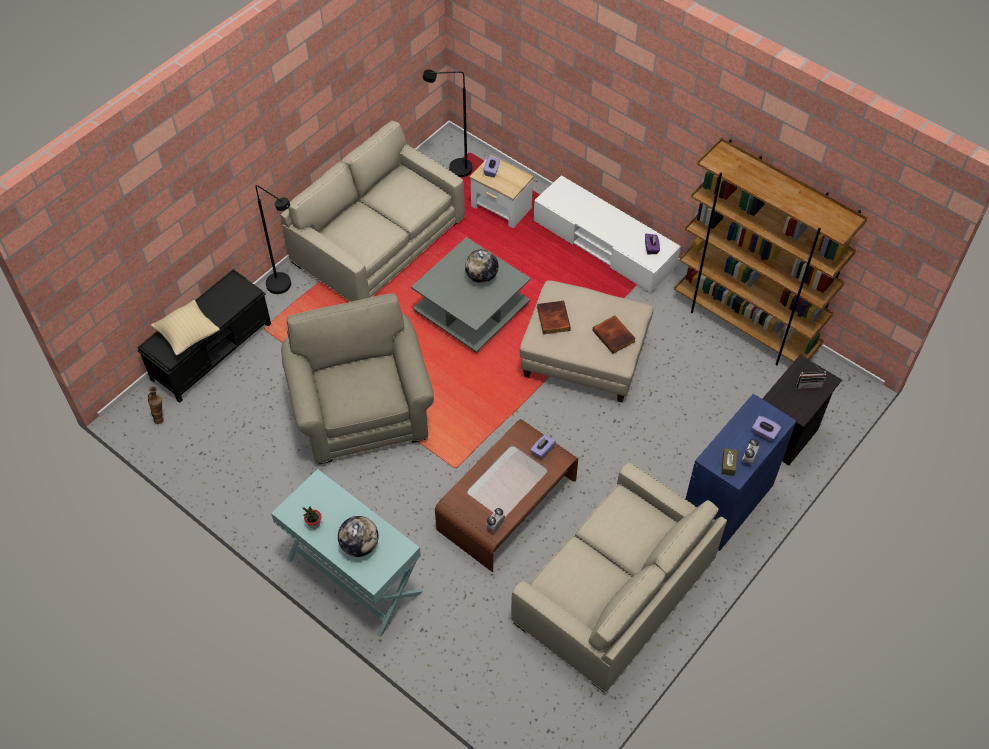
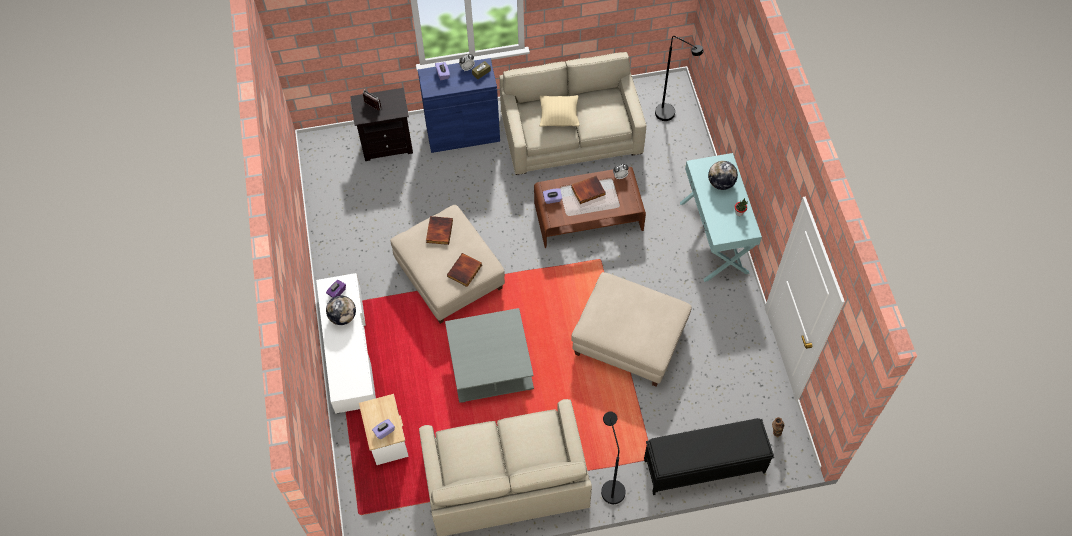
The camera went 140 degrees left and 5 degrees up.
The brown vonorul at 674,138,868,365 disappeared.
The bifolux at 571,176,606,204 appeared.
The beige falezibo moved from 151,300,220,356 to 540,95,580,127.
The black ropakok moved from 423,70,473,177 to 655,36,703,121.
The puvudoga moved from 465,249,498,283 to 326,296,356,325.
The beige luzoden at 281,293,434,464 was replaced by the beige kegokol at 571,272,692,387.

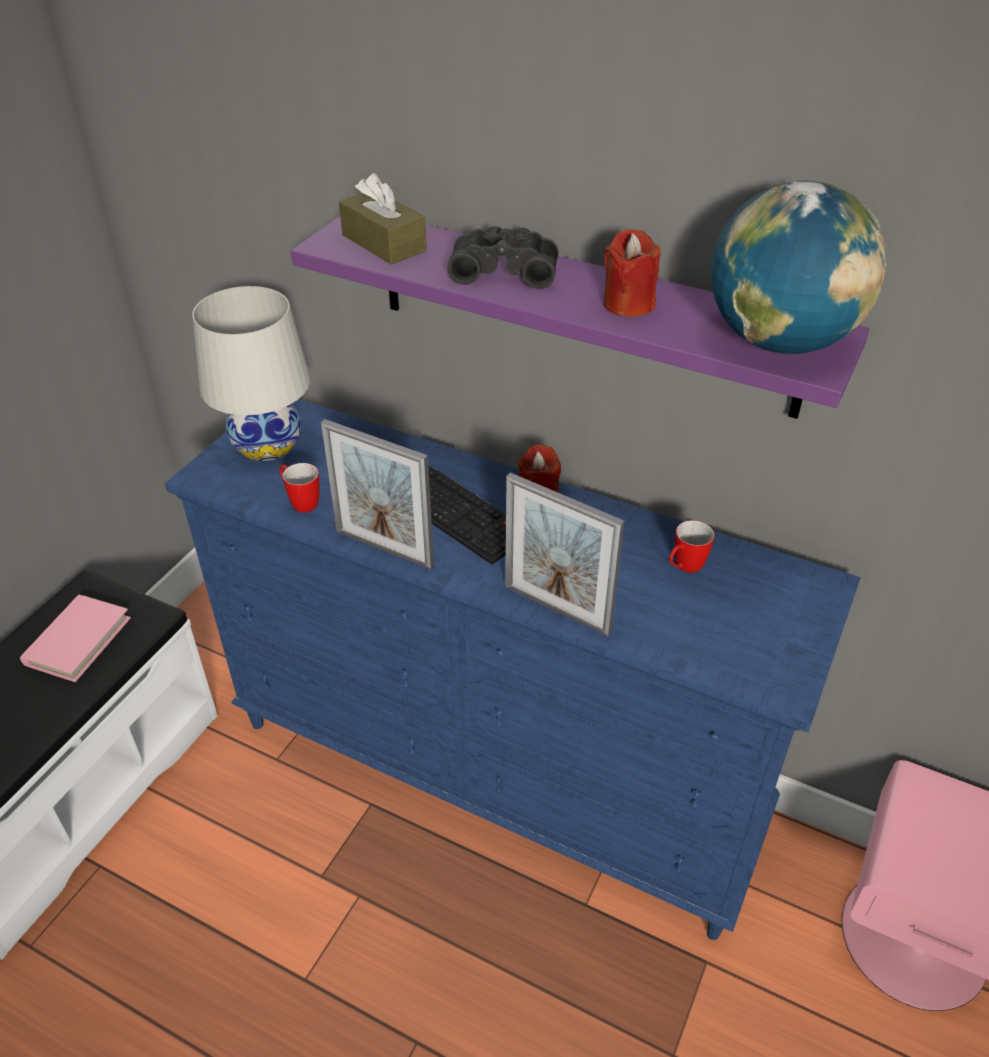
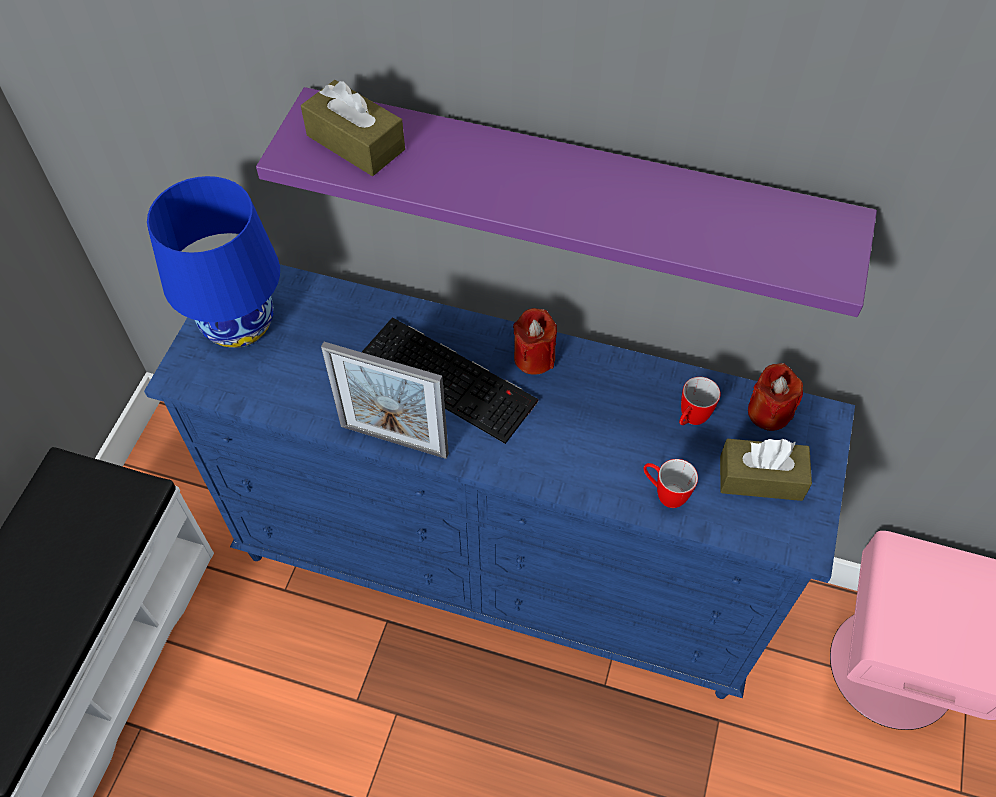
The camera went 10 degrees left and 15 degrees up.
The pink bifolux at 20,595,131,682 disappeared.
The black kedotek at 447,226,559,289 disappeared.
The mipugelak at 505,473,625,636 disappeared.
The puvudoga at 711,181,886,354 disappeared.
The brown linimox at 720,439,812,501 appeared.
The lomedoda moved from 280,463,319,513 to 644,459,698,508.
The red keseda moved from 604,229,660,317 to 748,363,803,431.
The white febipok at 192,286,310,461 became the blue febipok at 147,176,280,348.

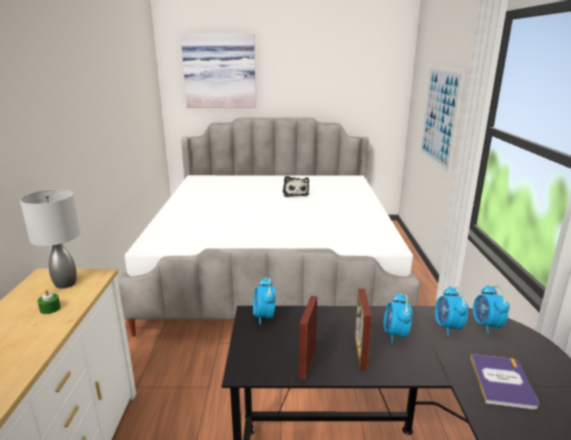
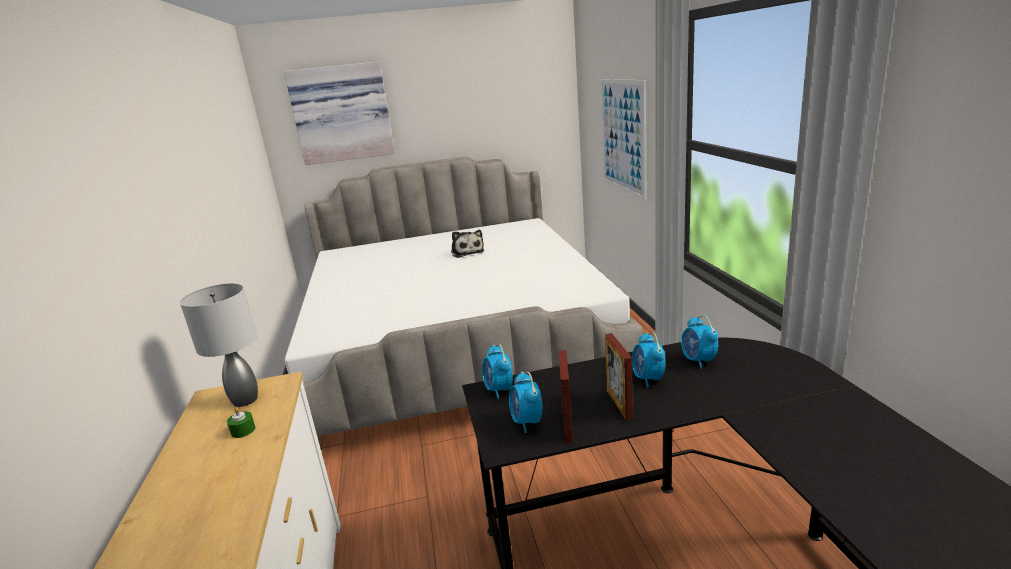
The camera went 10 degrees left and 0 degrees up.
The bifolux at 470,354,539,410 disappeared.
The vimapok moved from 473,285,510,334 to 509,371,542,433.

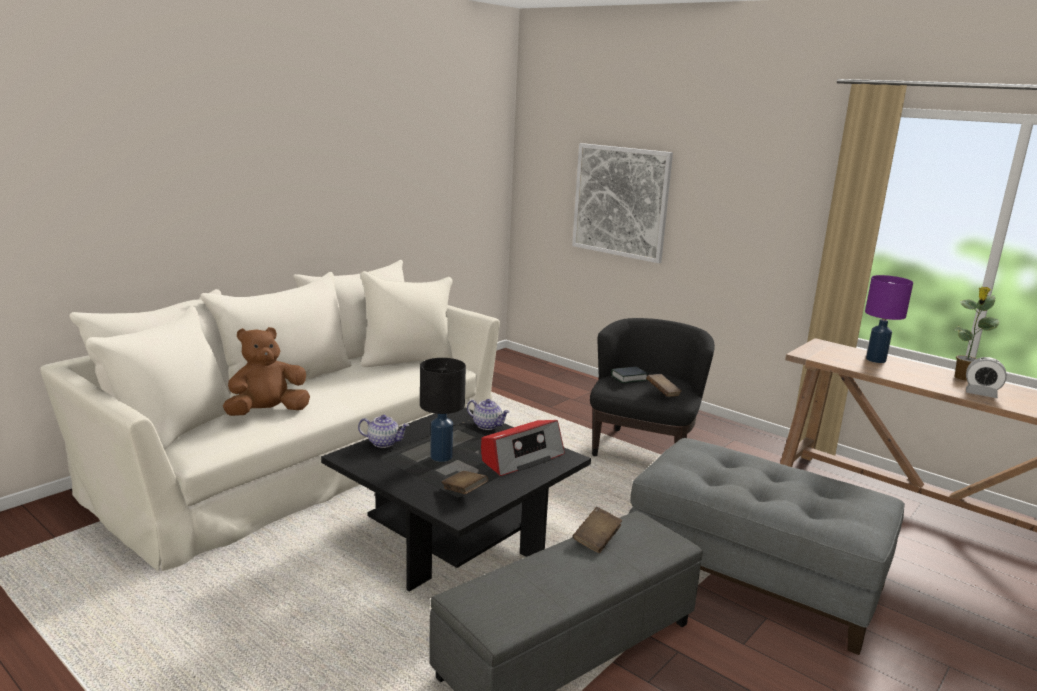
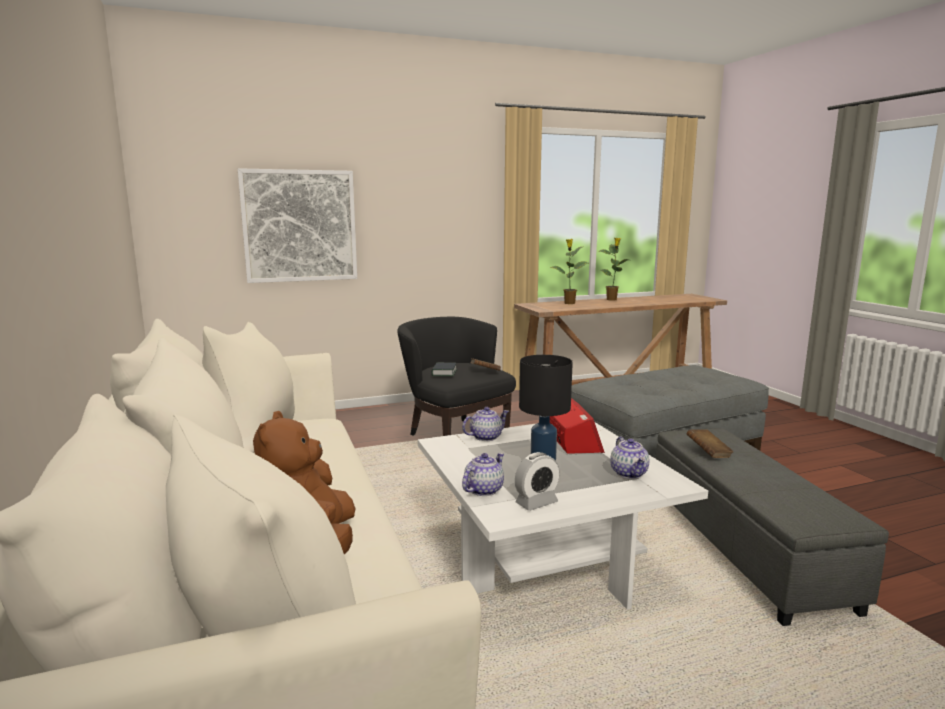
The camera went 60 degrees left and 5 degrees down.
The vimapok moved from 966,357,1007,398 to 515,452,560,511.
The brown bifolux at 442,471,488,494 was replaced by the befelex at 610,437,649,479.
The purple febipok at 865,275,913,363 was replaced by the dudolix at 549,239,589,304.
The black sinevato at 321,407,591,592 became the white sinevato at 418,423,708,609.

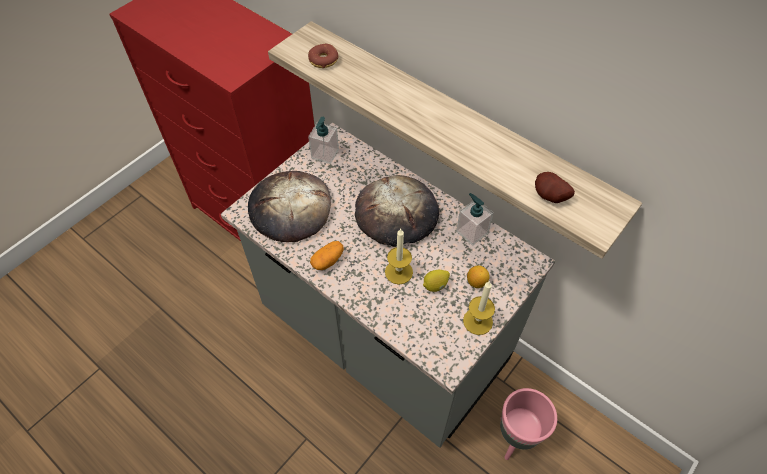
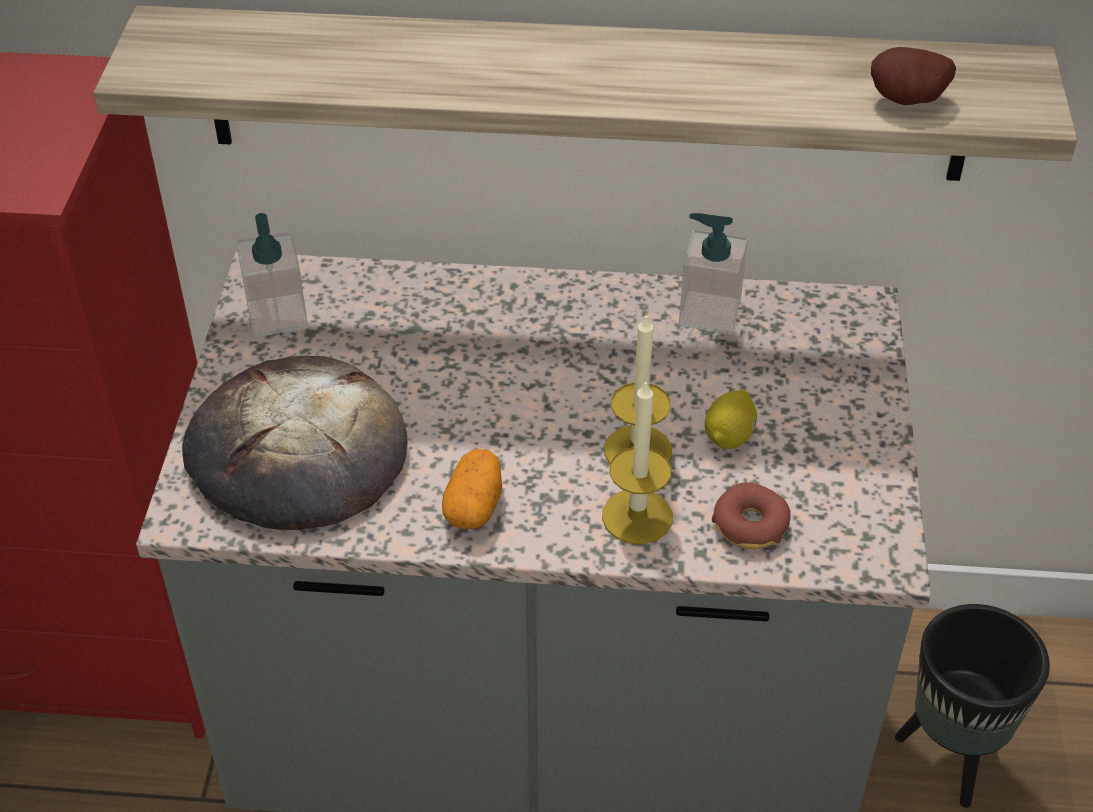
The camera went 35 degrees left and 10 degrees down.
The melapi at 355,175,439,247 disappeared.
The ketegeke at 467,265,490,288 disappeared.
The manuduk moved from 308,44,338,68 to 712,482,790,550.
The keseda moved from 463,281,495,335 to 602,379,673,544.
The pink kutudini at 500,388,557,460 became the black kutudini at 895,604,1050,808.

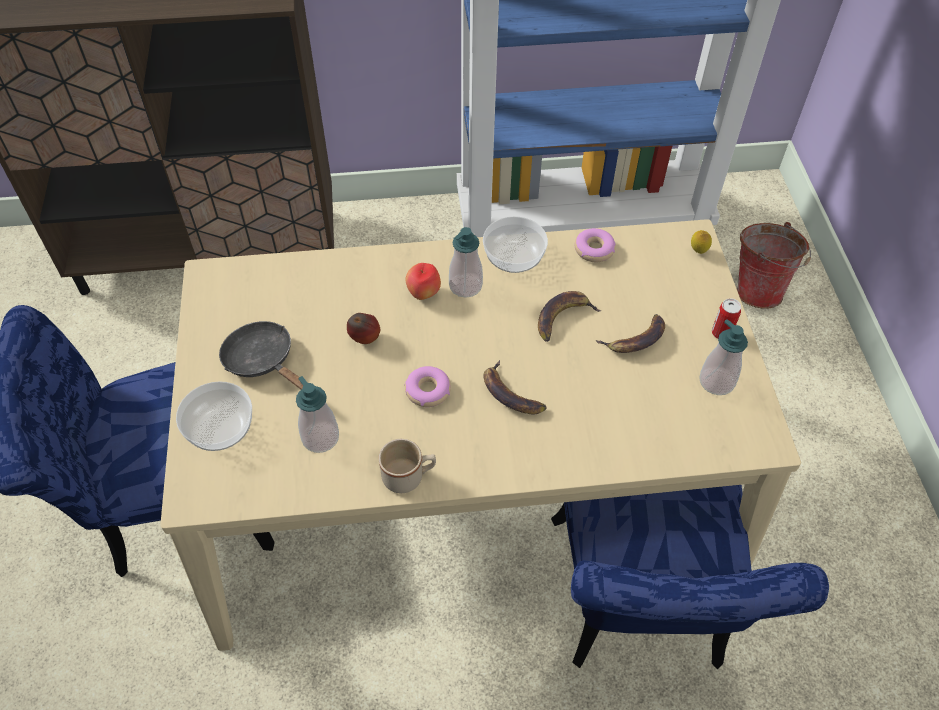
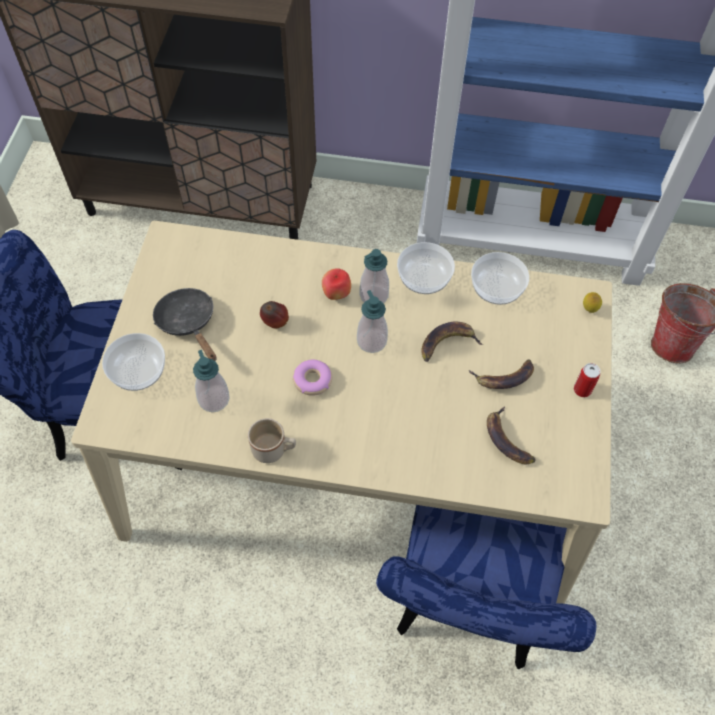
The camera went 15 degrees right and 5 degrees up.
The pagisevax moved from 483,360,547,414 to 487,406,536,464.
The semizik moved from 699,319,748,395 to 357,290,388,353.
The manuduk at 575,228,616,262 was replaced by the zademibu at 471,252,529,305.

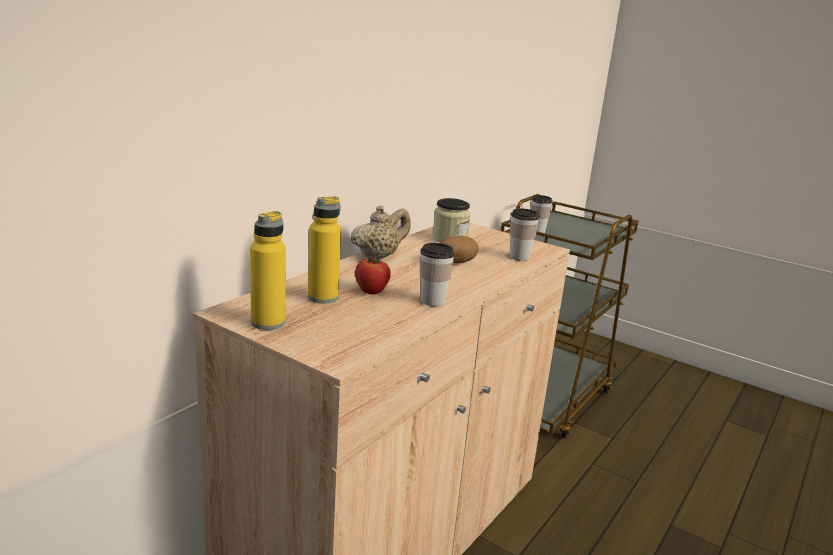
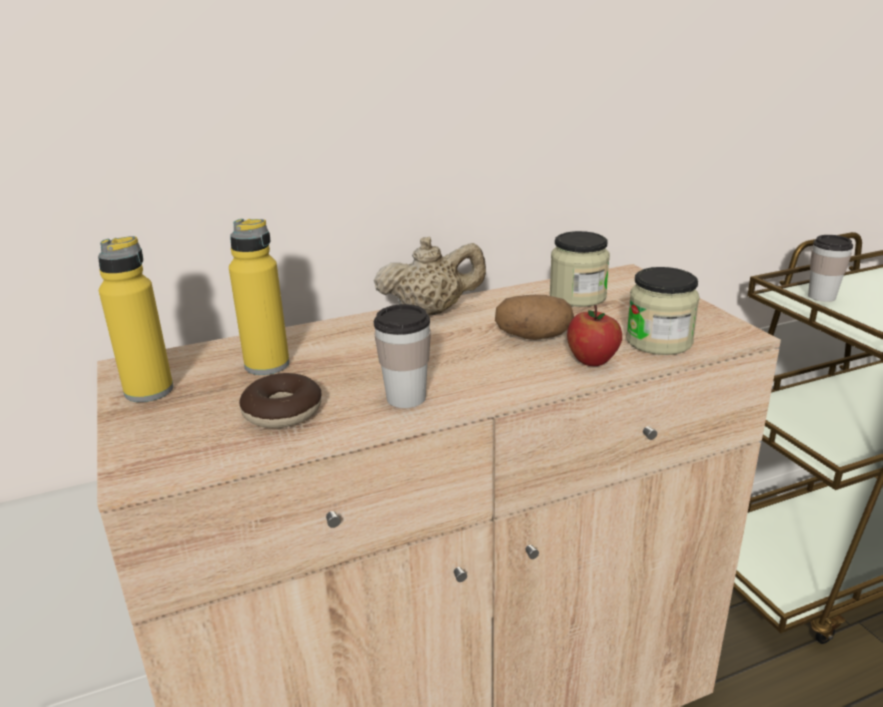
The camera went 35 degrees right and 5 degrees up.
The manuduk at 239,373,322,428 appeared.
The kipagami moved from 355,254,391,294 to 567,305,622,366.
The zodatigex at 510,209,540,261 was replaced by the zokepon at 626,267,700,355.

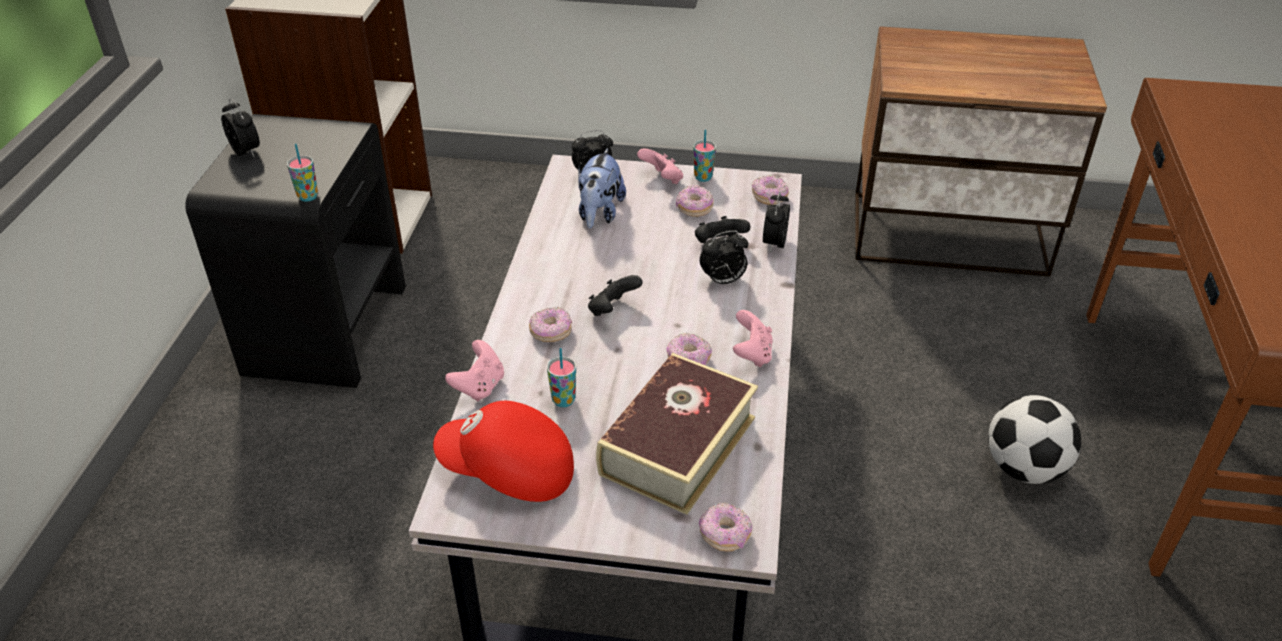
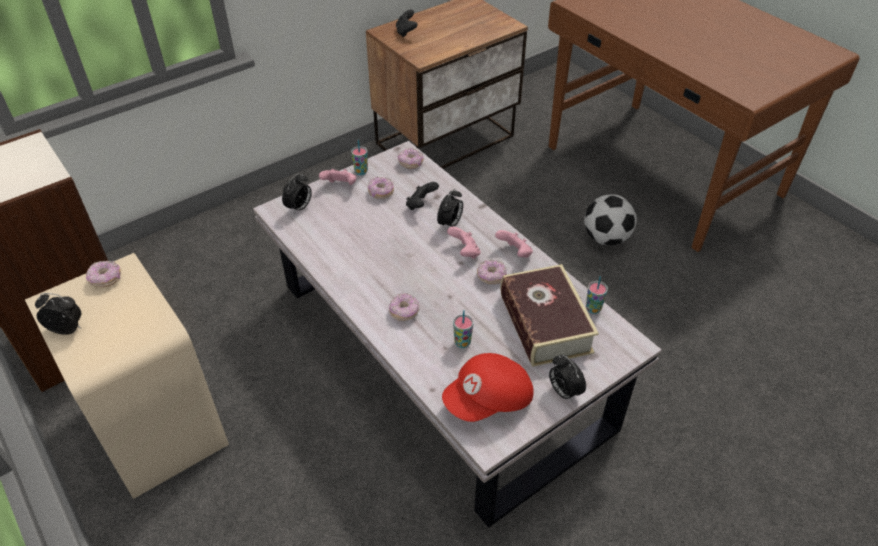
The camera went 45 degrees left and 5 degrees up.
The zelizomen at 578,148,626,228 disappeared.
The zodatigex moved from 287,144,318,202 to 586,276,608,314.
The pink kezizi moved from 445,340,504,401 to 447,227,480,259.
The black kezizi moved from 588,275,642,316 to 396,9,418,37.
The manuduk moved from 699,502,752,552 to 86,261,121,287.
The vimapok moved from 763,191,790,253 to 549,355,586,402.
The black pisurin at 185,114,406,388 became the beige pisurin at 25,253,229,499.

